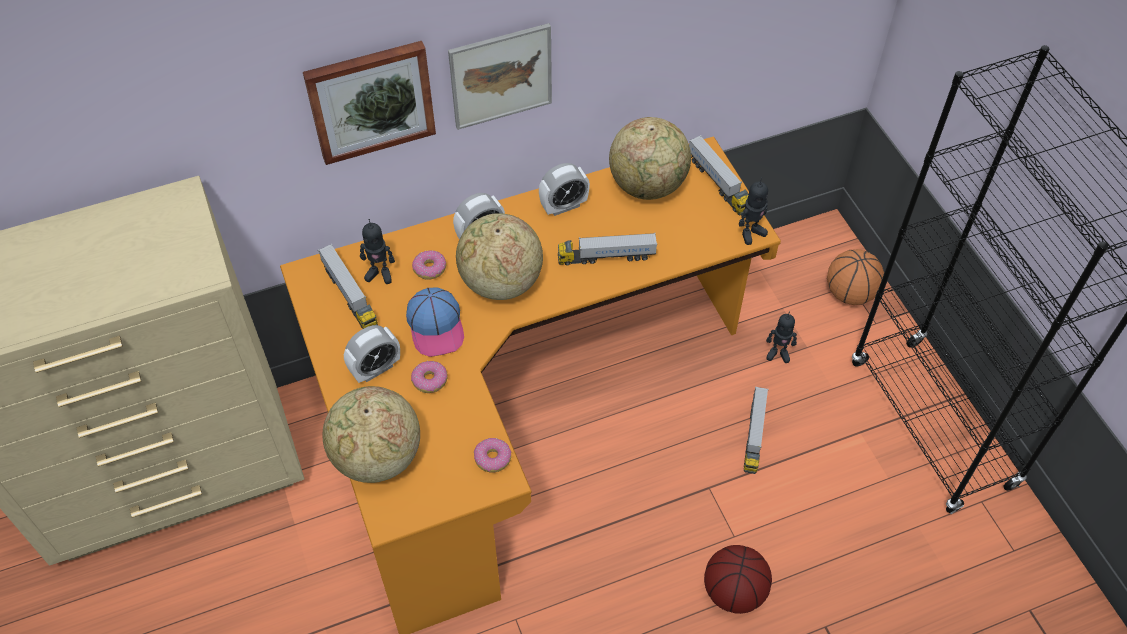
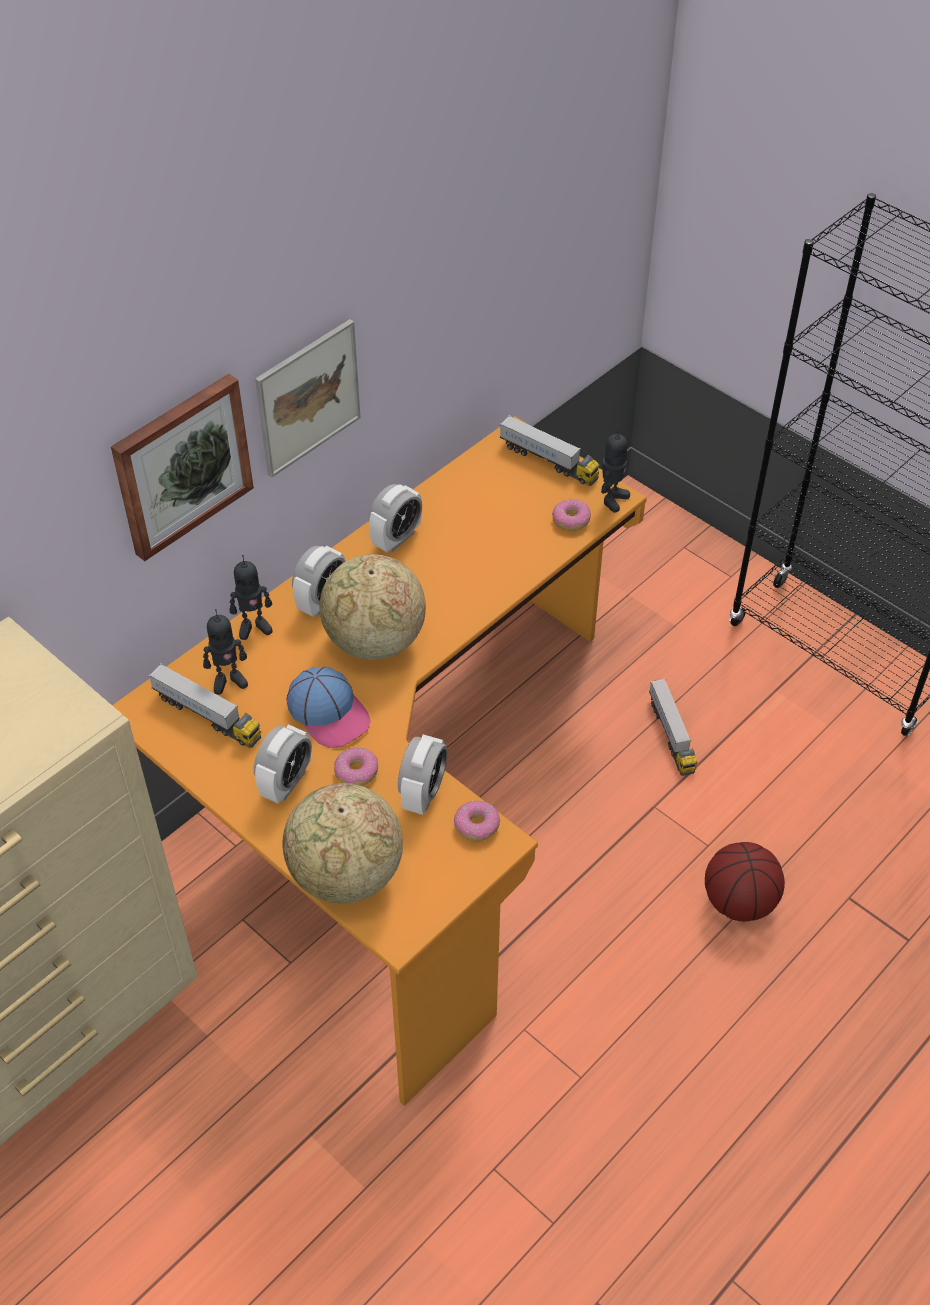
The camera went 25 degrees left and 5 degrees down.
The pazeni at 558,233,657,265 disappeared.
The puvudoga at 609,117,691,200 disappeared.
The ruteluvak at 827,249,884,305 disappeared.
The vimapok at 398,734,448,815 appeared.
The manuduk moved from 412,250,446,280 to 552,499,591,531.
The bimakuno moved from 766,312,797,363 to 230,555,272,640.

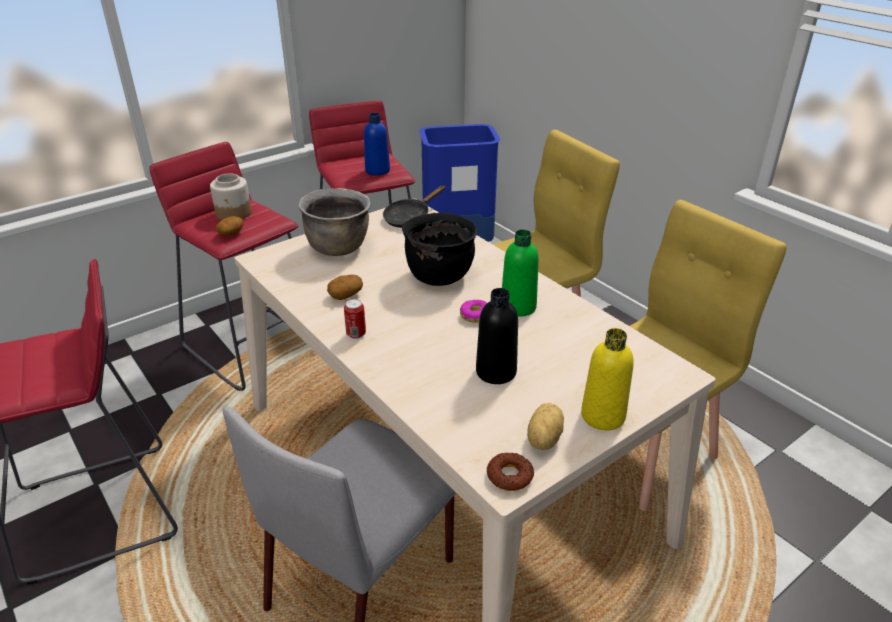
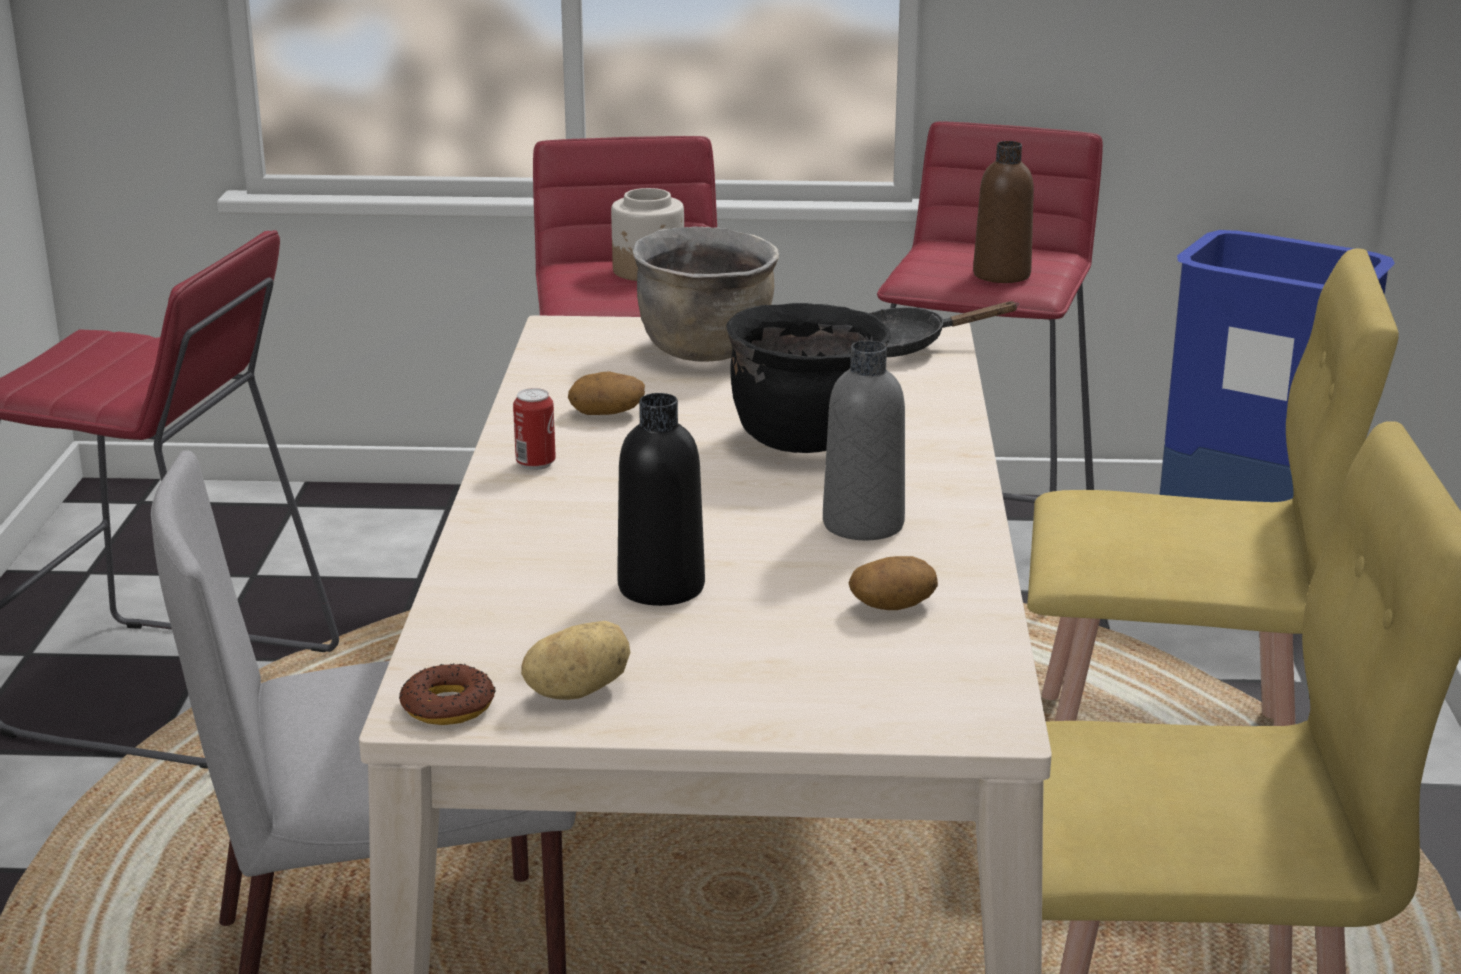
The camera went 40 degrees right and 10 degrees down.
The manuduk at 460,300,487,323 disappeared.
The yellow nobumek at 581,328,634,430 disappeared.
The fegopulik moved from 216,216,244,236 to 849,556,938,610.
The blue nobumek at 364,113,390,176 became the brown nobumek at 973,141,1034,283.
The green nobumek at 502,230,539,317 became the grey nobumek at 823,340,905,540.

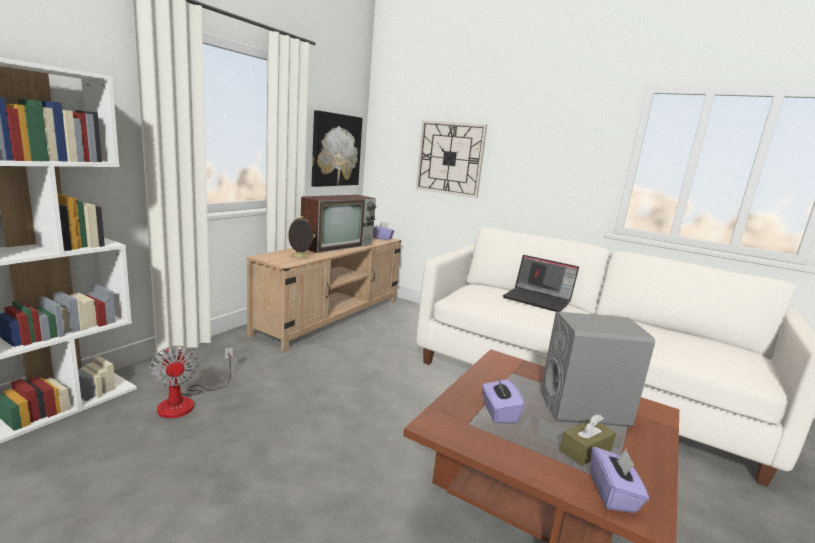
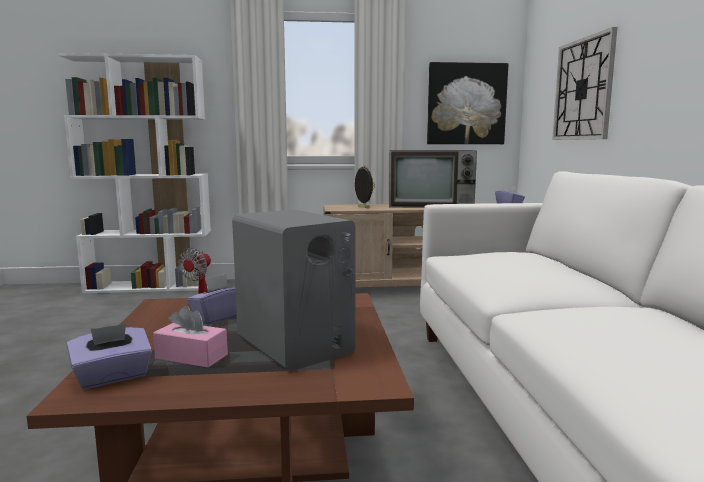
The camera went 55 degrees right and 5 degrees down.
The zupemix at 503,255,579,312 disappeared.
The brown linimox at 559,414,616,466 became the pink linimox at 153,306,228,368.

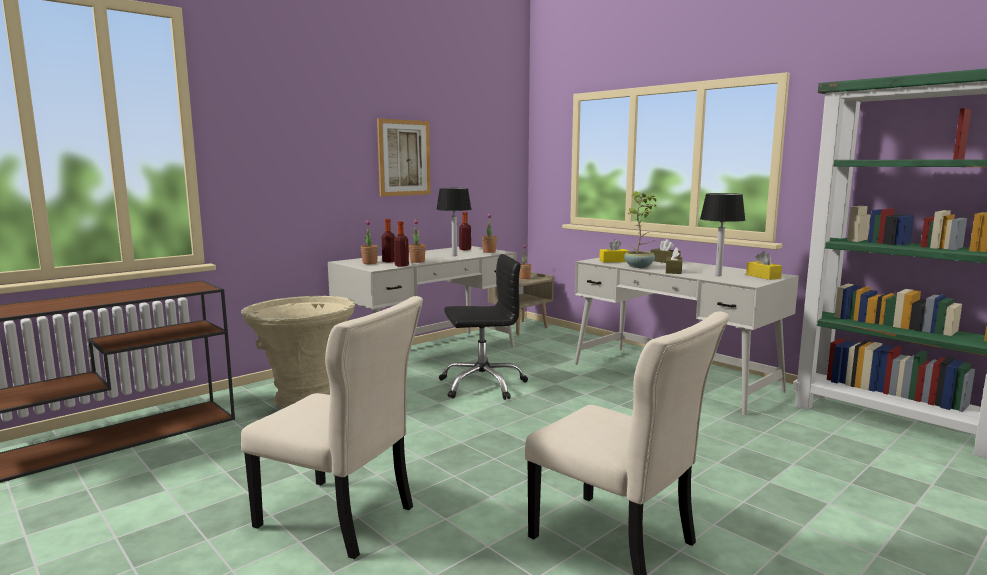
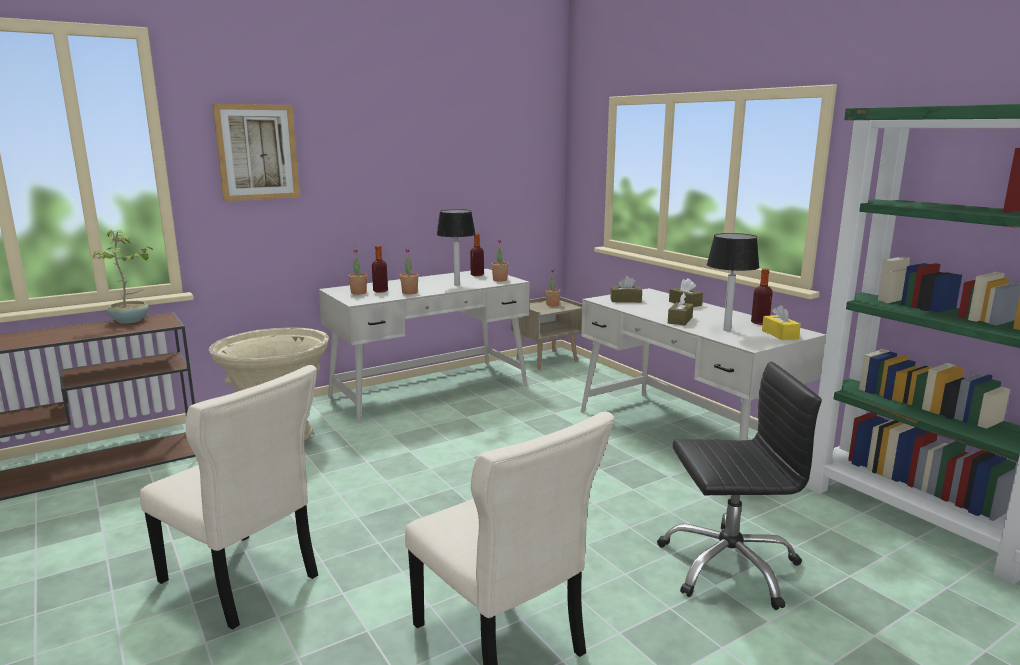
The camera went 10 degrees right and 5 degrees up.
The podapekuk moved from 377,118,431,196 to 213,104,300,201.
The nobumek moved from 394,221,409,267 to 751,269,773,325.
The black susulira moved from 439,254,528,400 to 657,362,822,610.
The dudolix moved from 624,191,657,268 to 93,230,154,324.
The yellow linimox at 599,239,629,263 became the brown linimox at 610,276,642,303.

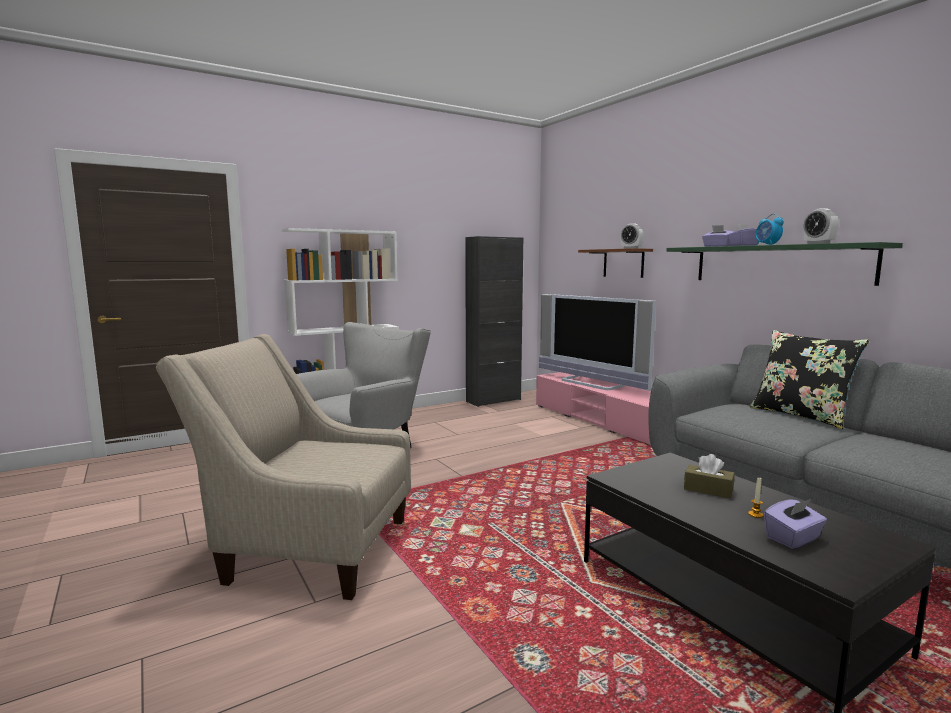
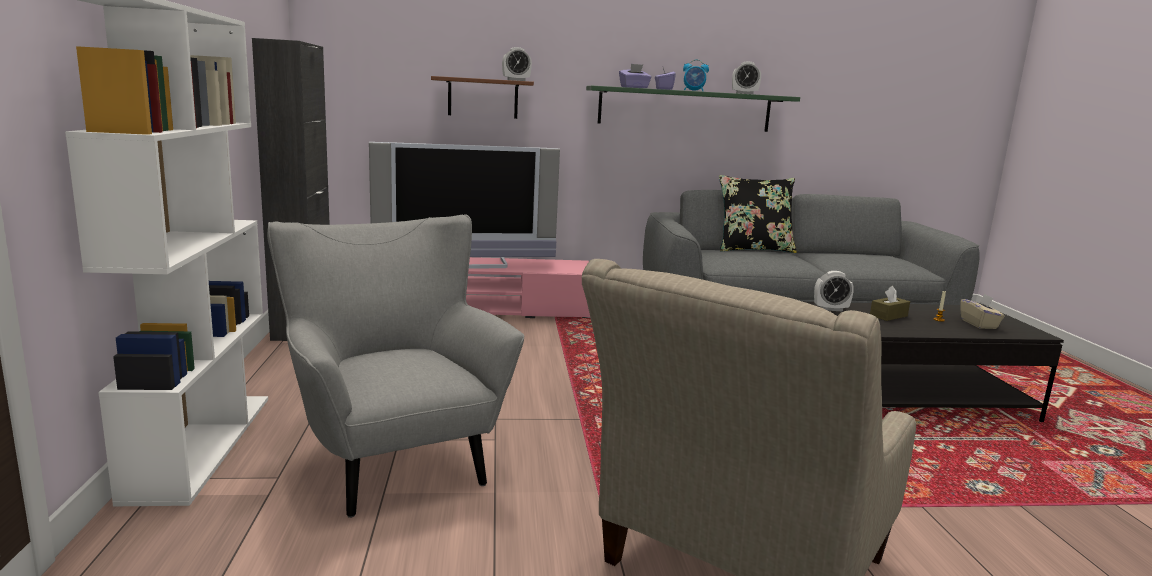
The camera went 65 degrees left and 5 degrees up.
The vimapok at 814,271,854,311 appeared.
The purple linimox at 764,499,827,549 became the beige linimox at 961,294,1005,329.

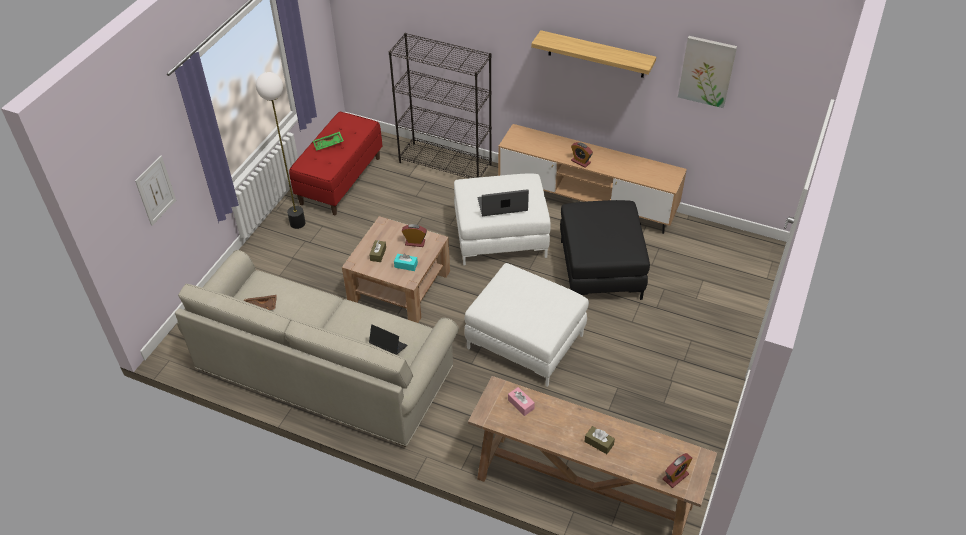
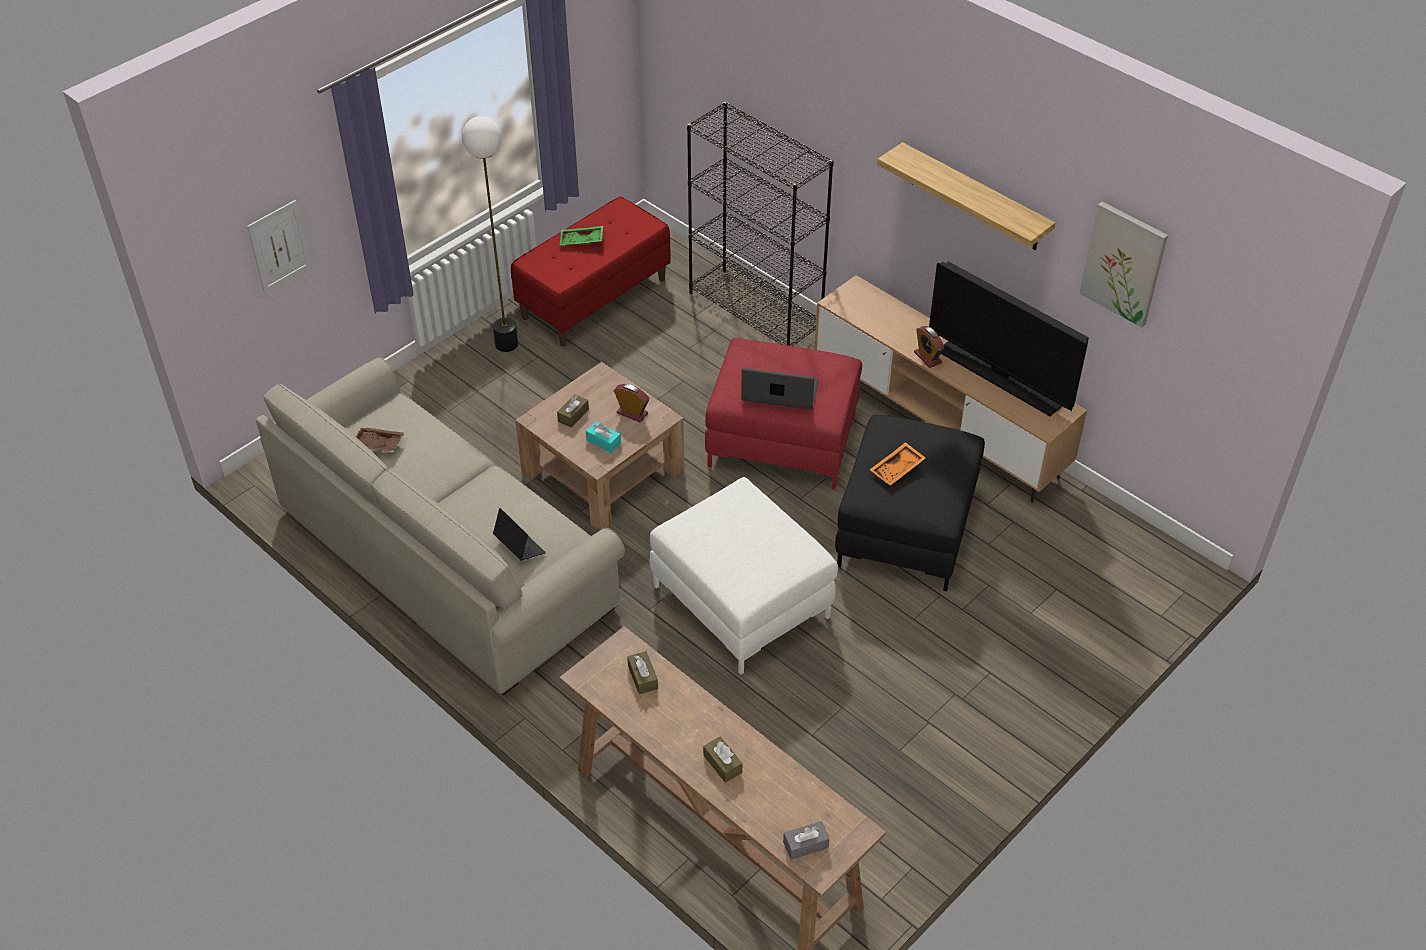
The camera went 20 degrees right and 0 degrees up.
The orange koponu at 870,442,926,485 appeared.
The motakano at 929,261,1089,416 appeared.
The vimapok at 663,453,693,488 was replaced by the grey linimox at 783,821,830,860.
The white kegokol at 454,174,551,265 became the red kegokol at 705,338,862,489.
The pink linimox at 508,387,535,416 became the brown linimox at 627,651,658,694.

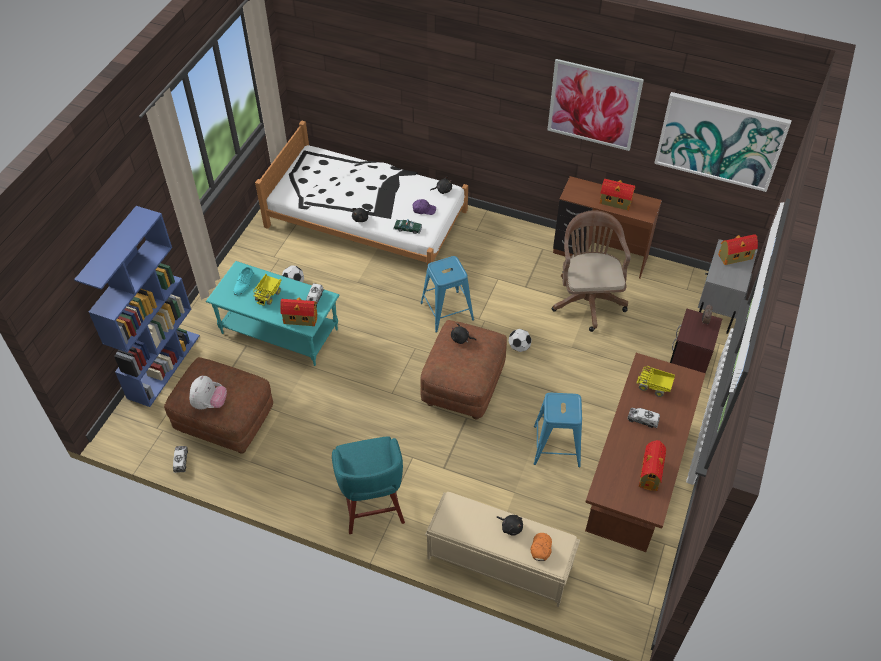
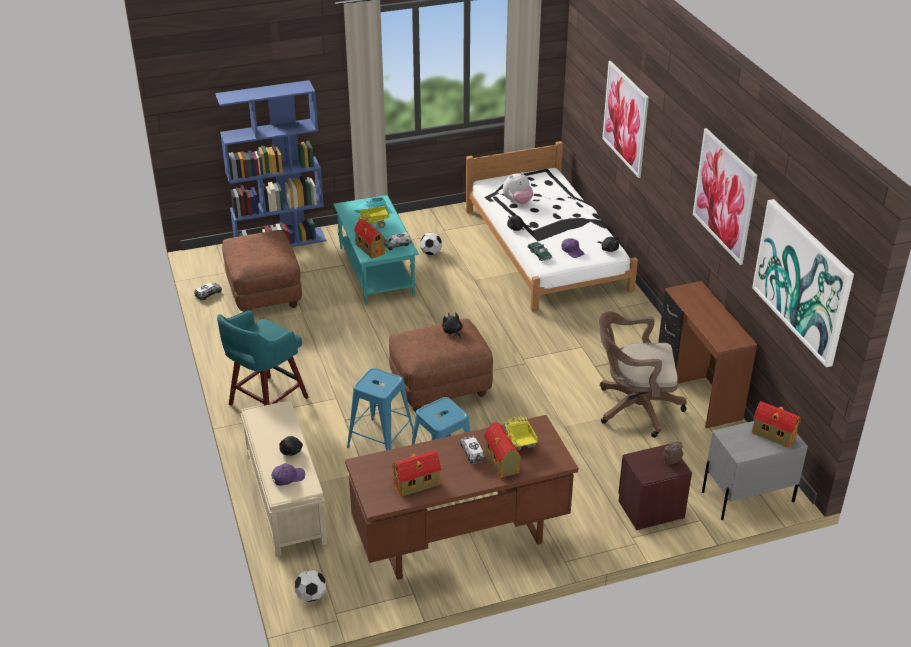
The camera went 50 degrees right and 15 degrees down.
The podapekuk at 602,61,649,178 appeared.
The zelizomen moved from 189,376,227,409 to 503,172,533,205.
The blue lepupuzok moved from 420,256,474,333 to 347,368,414,450.
The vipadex moved from 508,329,532,352 to 295,570,326,602.
The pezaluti moved from 600,179,635,210 to 484,422,521,478.
The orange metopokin at 531,533,552,561 became the purple metopokin at 271,463,305,486.
The brown susulira at 552,210,631,332 turned 135 degrees counterclockwise.

